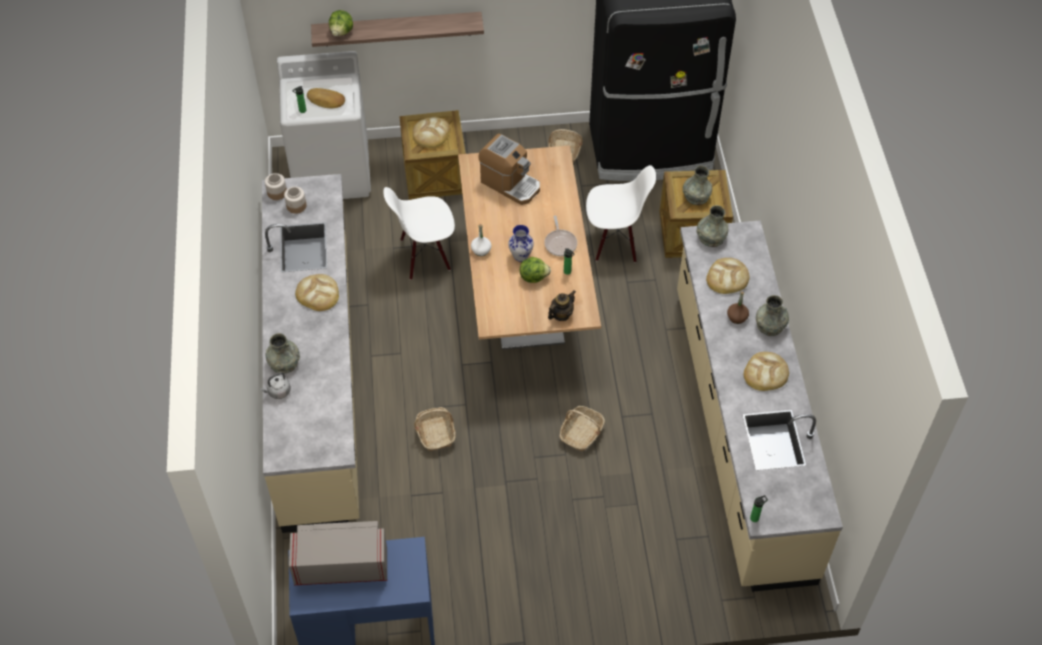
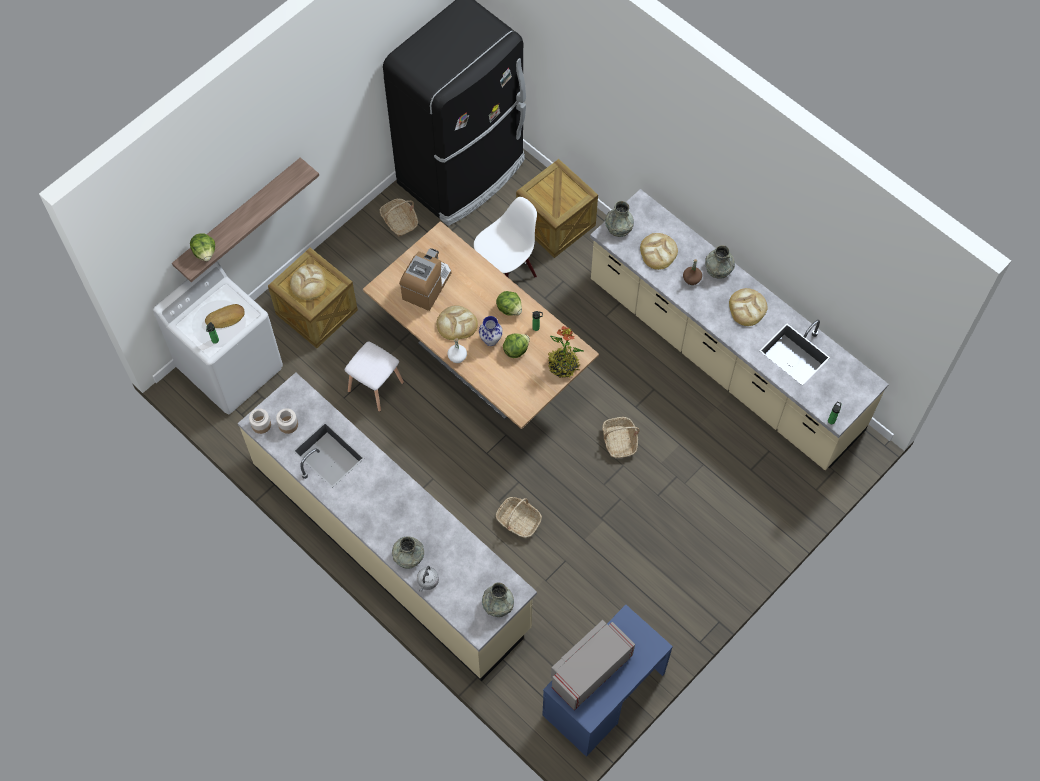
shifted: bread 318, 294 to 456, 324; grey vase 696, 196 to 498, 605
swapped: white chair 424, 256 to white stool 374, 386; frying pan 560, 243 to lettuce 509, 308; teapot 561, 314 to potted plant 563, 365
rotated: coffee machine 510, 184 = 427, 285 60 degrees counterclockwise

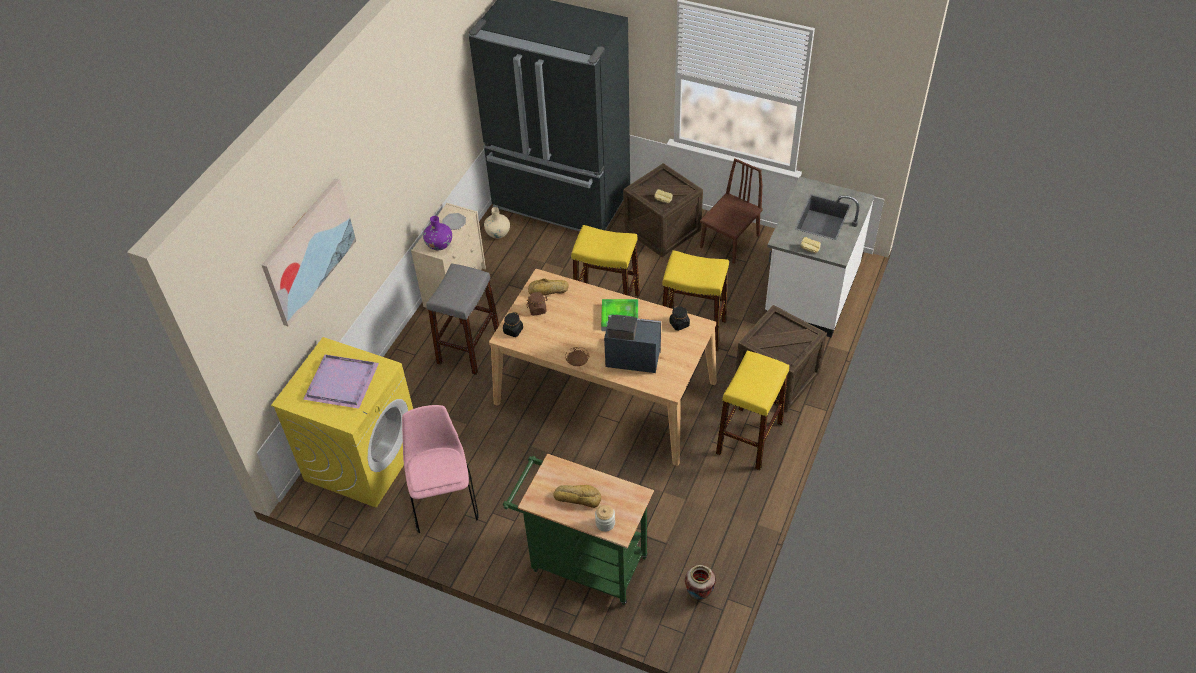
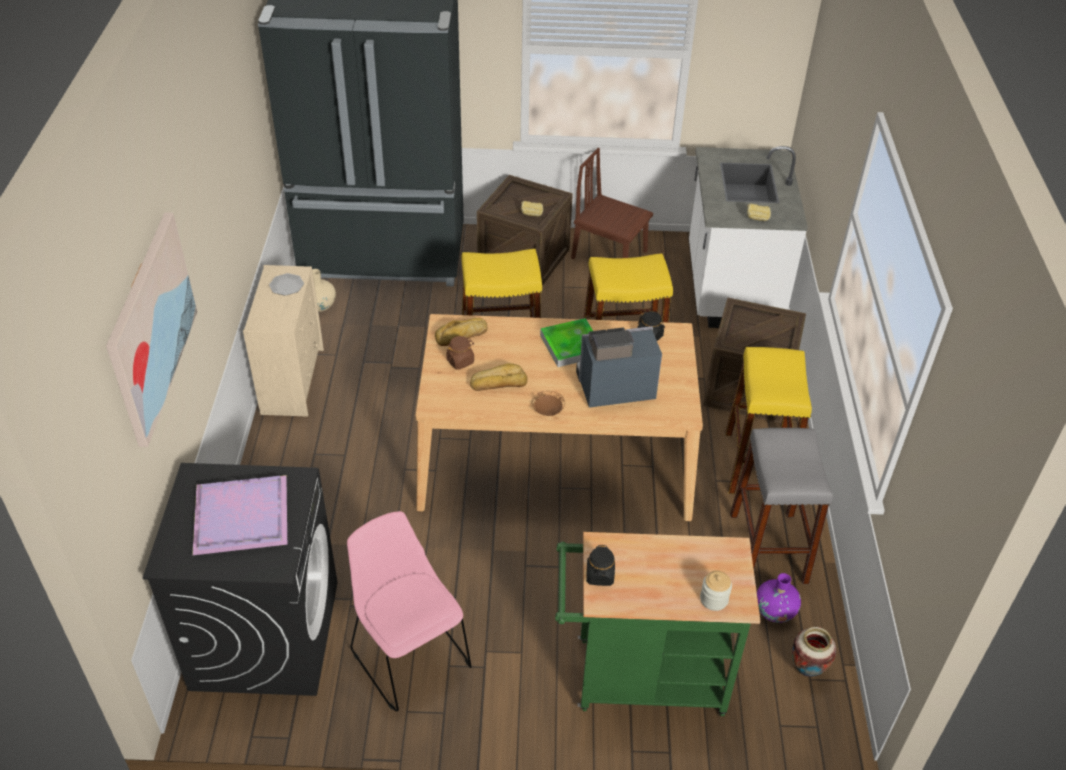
shifted: bread 577, 497 to 498, 382; black jar 513, 330 to 600, 575; grey stool 469, 347 to 768, 547; purple vase 439, 244 to 774, 611
repainted: yellow washing machine 363, 458 to black washing machine 265, 634
rotated: brown chair 729, 241 = 609, 254 75 degrees counterclockwise

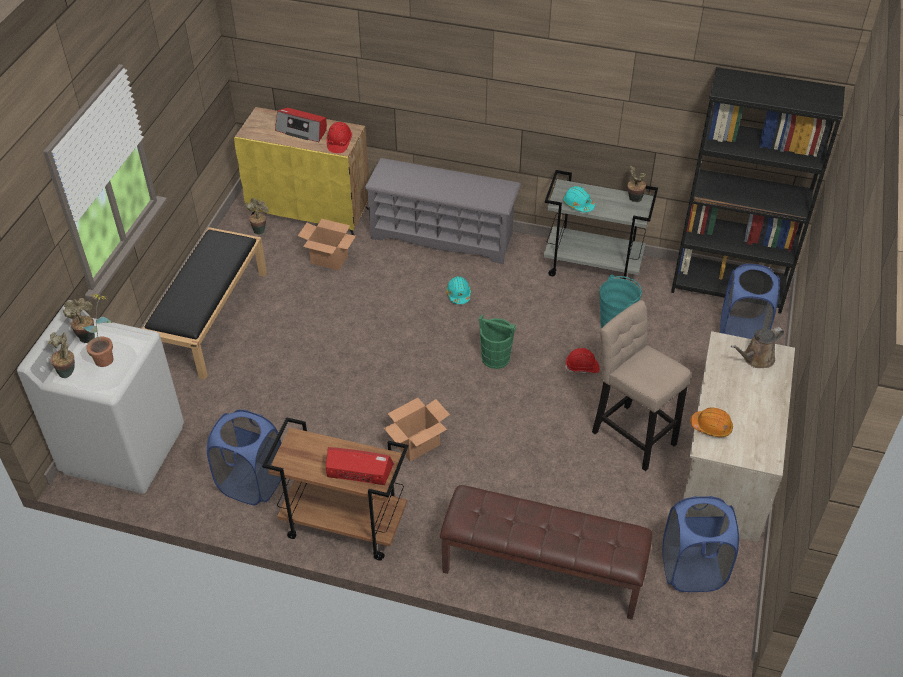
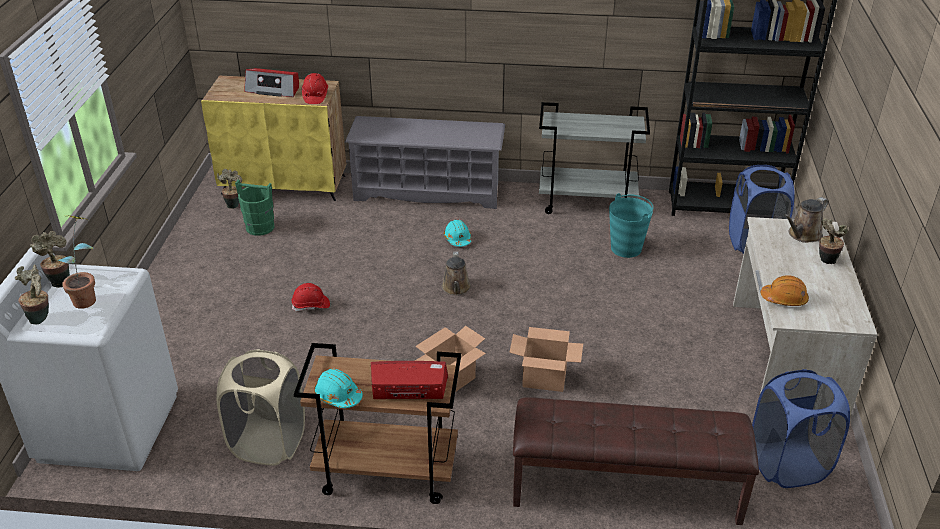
gone: black bench 210, 317; beige stool 631, 434
new: brown watering can 456, 288
shifted: green bucket 495, 358 to 260, 227; red hard hat 582, 367 to 311, 305; turquoise hard hat 578, 204 to 338, 395; cardboard box 329, 259 to 545, 379; potted plant 633, 199 to 825, 260
repainted: blue laundry basket 251, 483 to beige laundry basket 268, 443

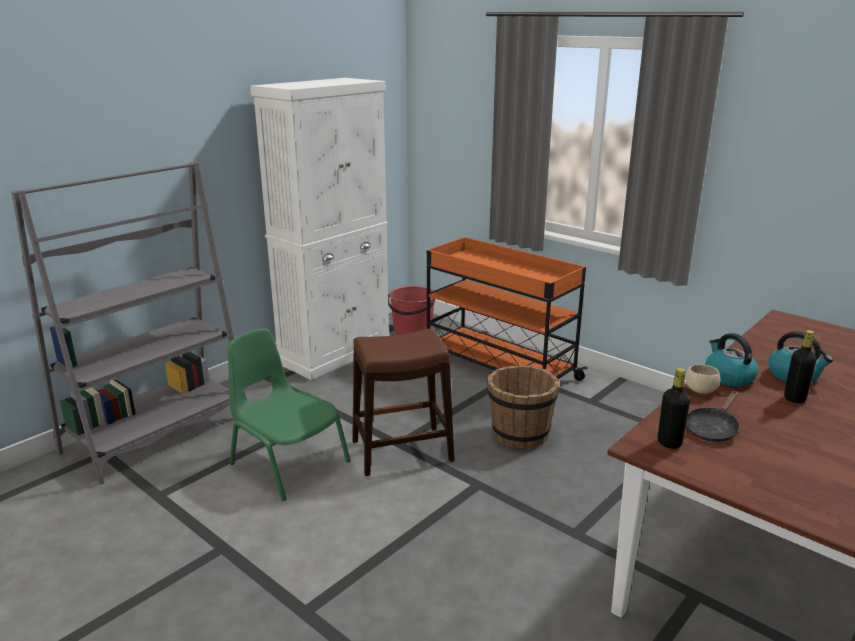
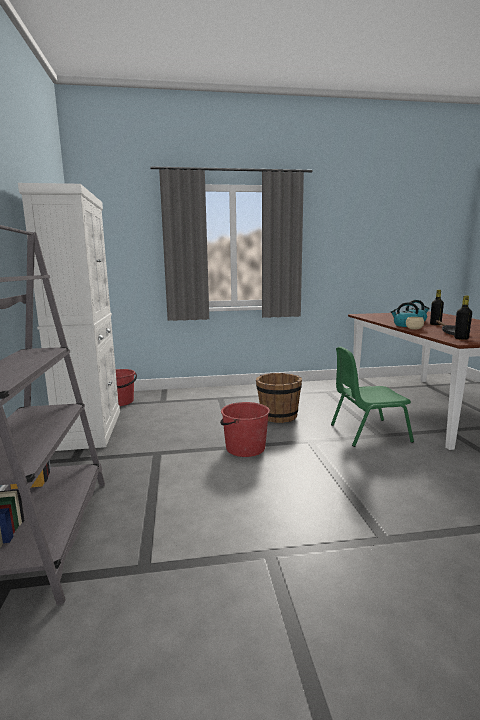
gone: orange cart 496, 367
shifted: green chair 288, 462 to 368, 433
swapped: brown stool 401, 450 to red bucket 244, 448

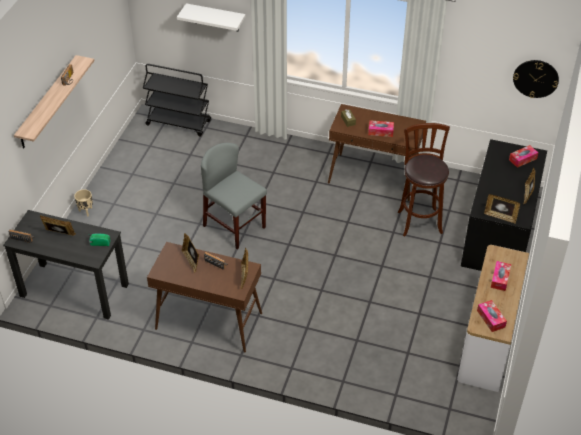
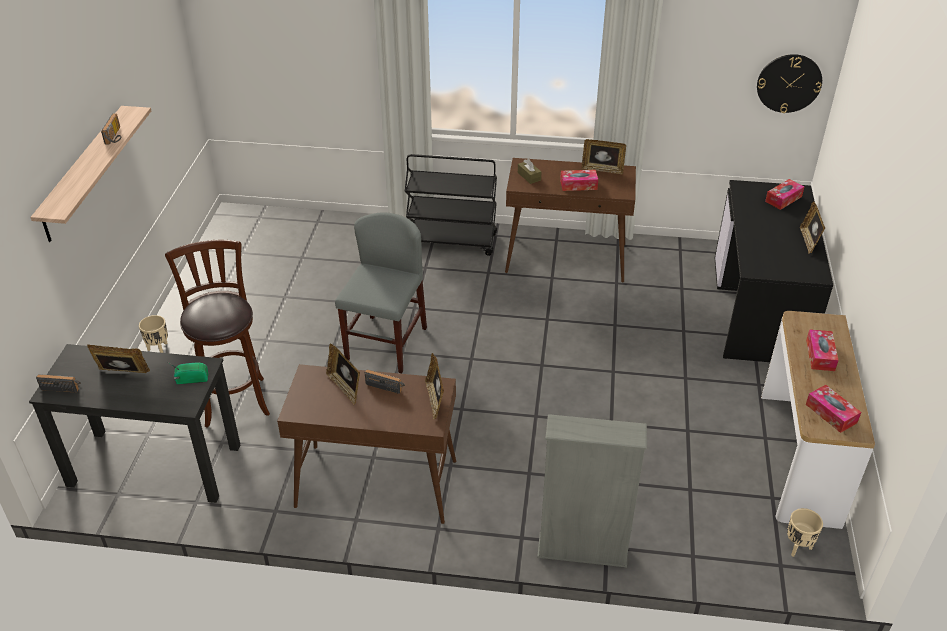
gone: white shelf 216, 17
new: grey bookcase 582, 550; beige planter 797, 546
shifted: brown stool 419, 220 to 234, 399; black cart 179, 123 to 452, 241; picture frame 500, 216 to 602, 169
rotated: grey chair 234, 226 = 386, 344 75 degrees clockwise

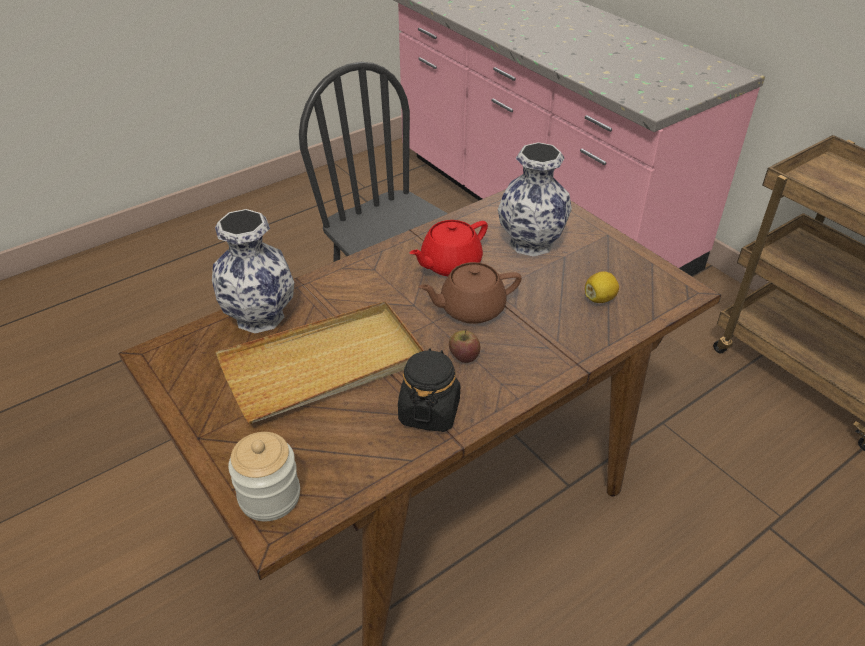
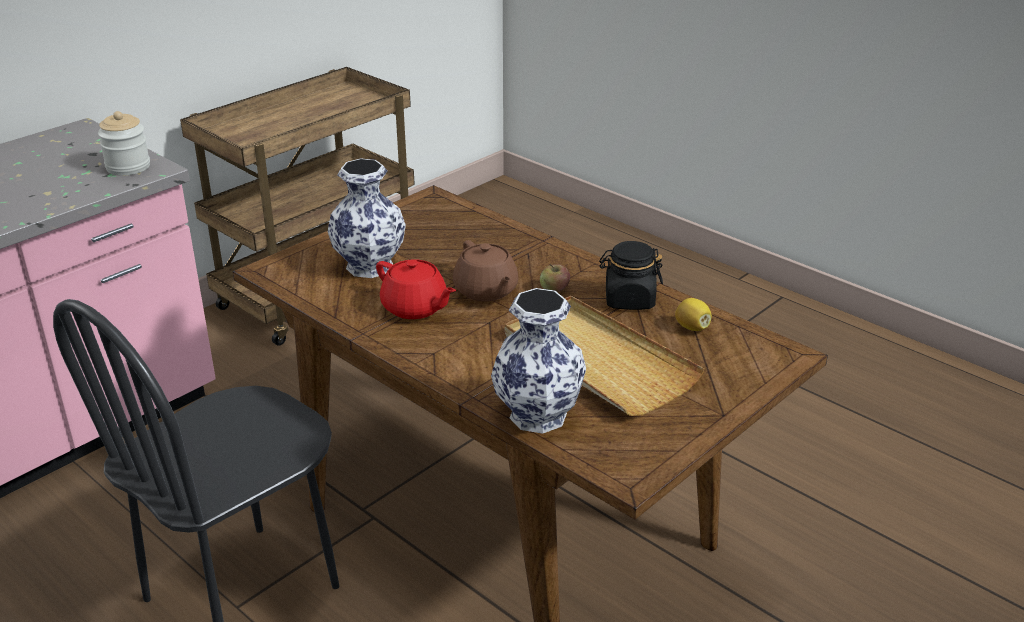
shifted: jar 269, 496 to 128, 167; lemon 599, 298 to 692, 327

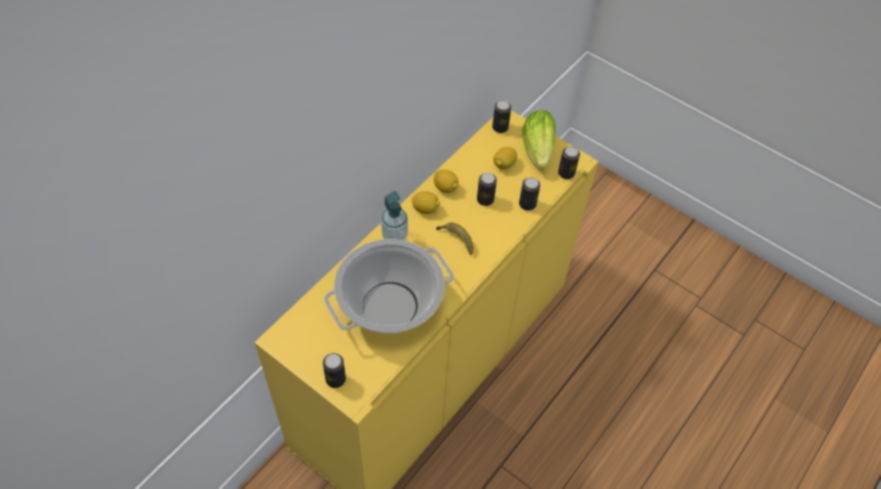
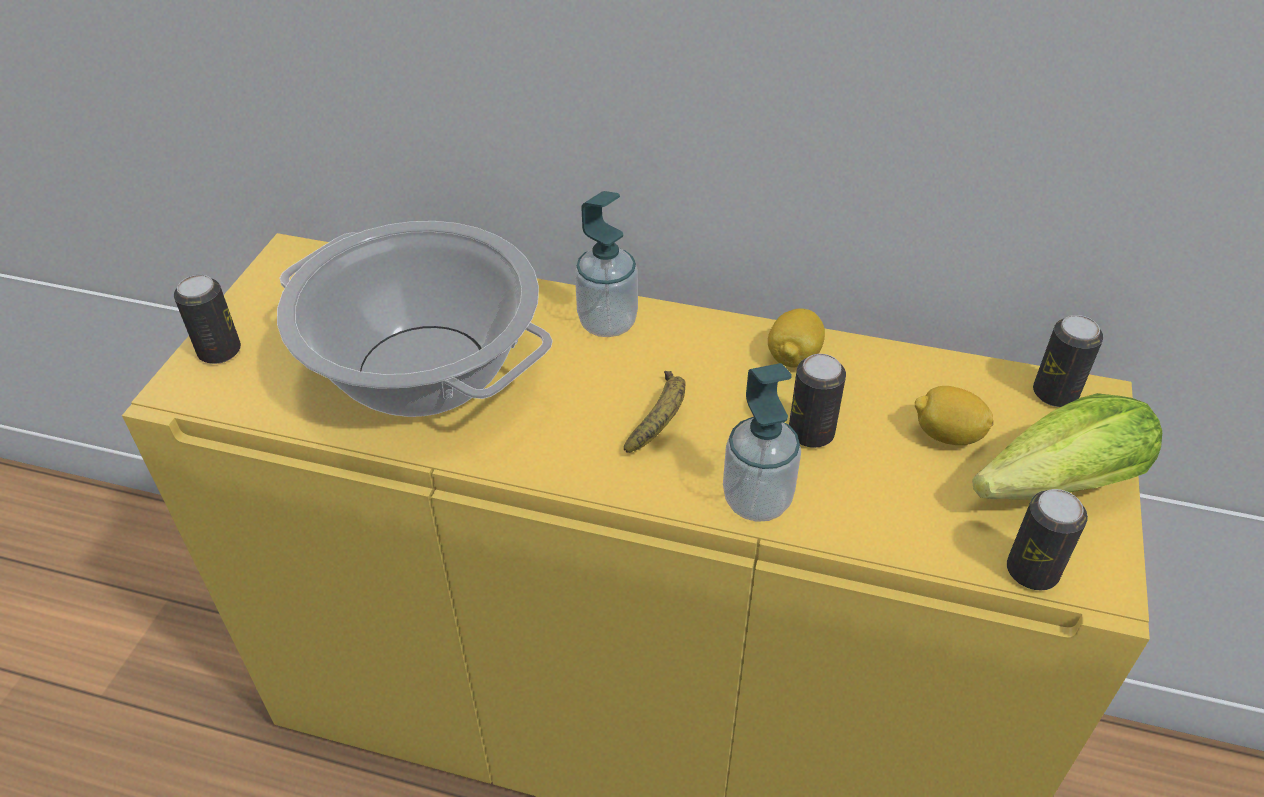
gone: lemon 425, 209; can 527, 204
new: soap dispenser 757, 500

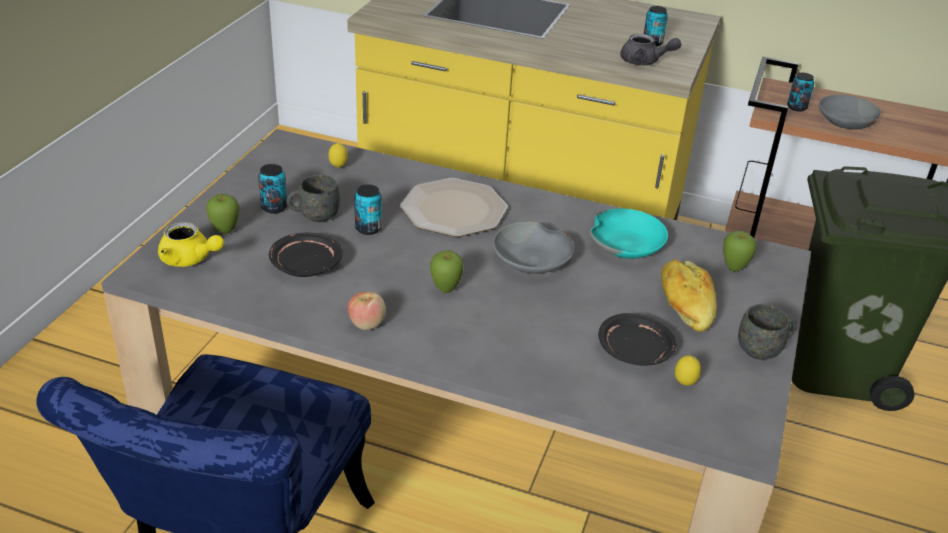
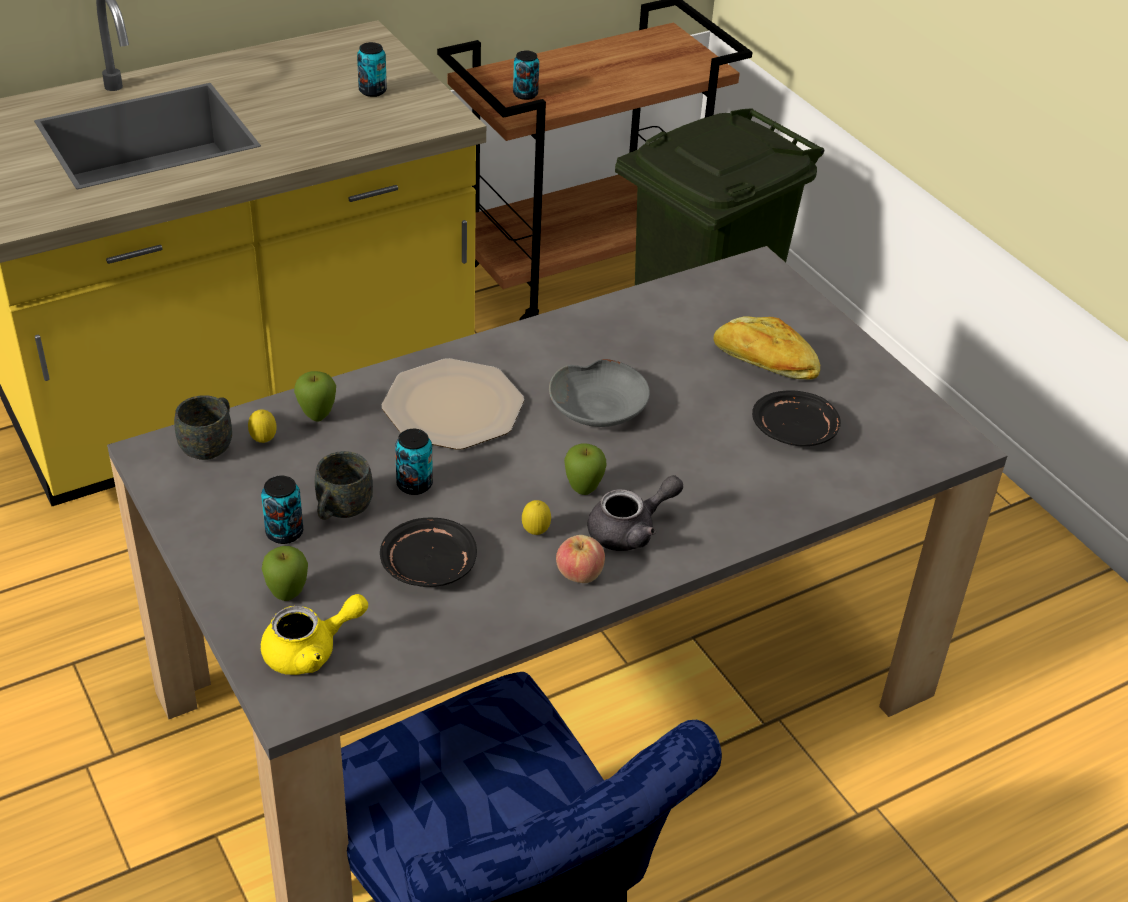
gone: turquoise bowl 626, 244; grey bowl 845, 121
shifted: grey mug 764, 349 to 210, 444; apple 734, 268 to 317, 417; lemon 684, 384 to 535, 533; grey teapot 644, 62 to 630, 530

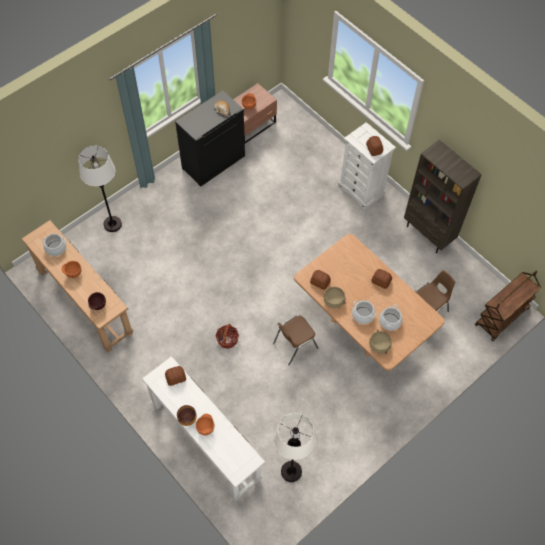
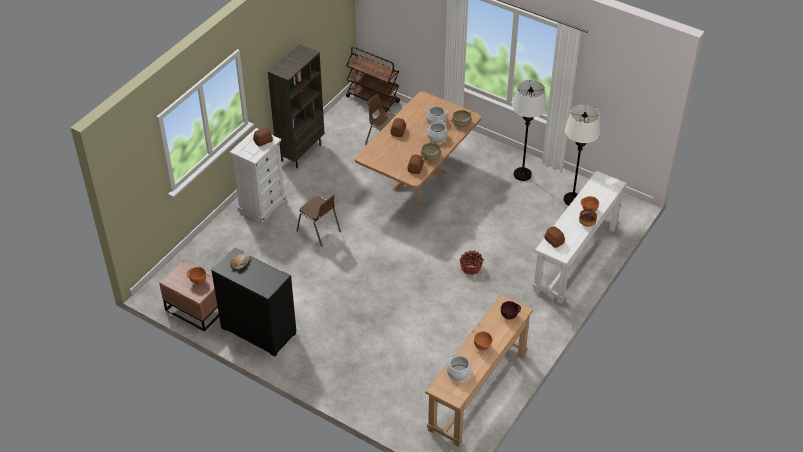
shifted: brown chair 294, 345 to 319, 231; white floor lamp 112, 224 to 522, 174

